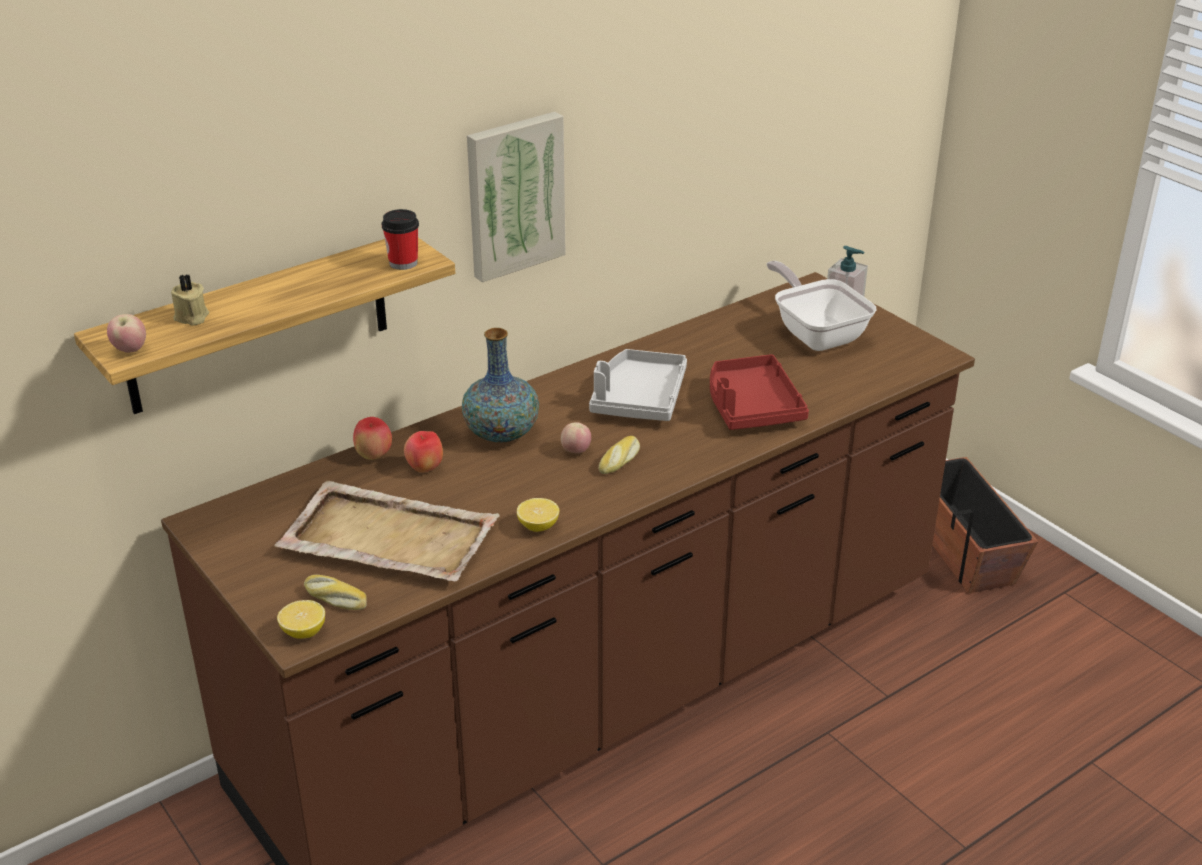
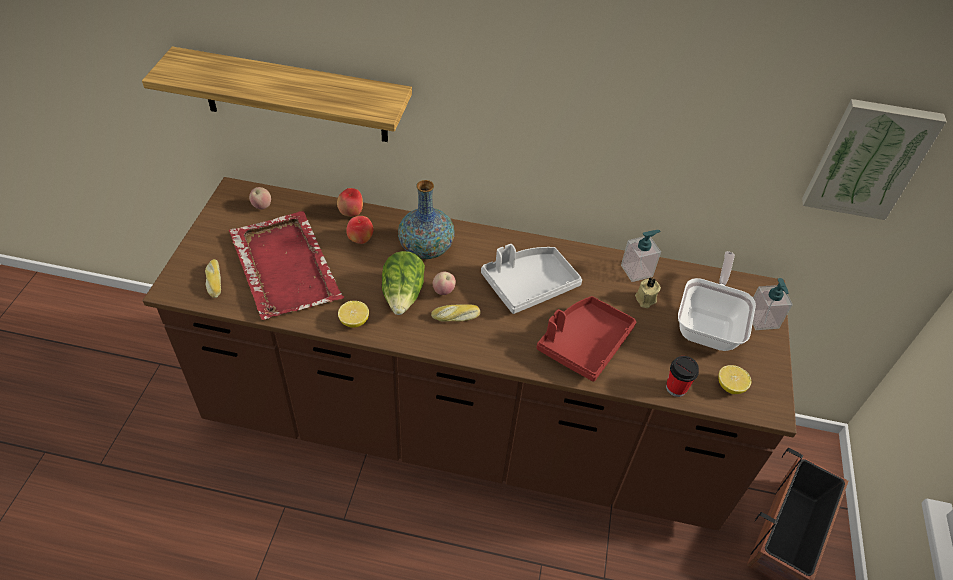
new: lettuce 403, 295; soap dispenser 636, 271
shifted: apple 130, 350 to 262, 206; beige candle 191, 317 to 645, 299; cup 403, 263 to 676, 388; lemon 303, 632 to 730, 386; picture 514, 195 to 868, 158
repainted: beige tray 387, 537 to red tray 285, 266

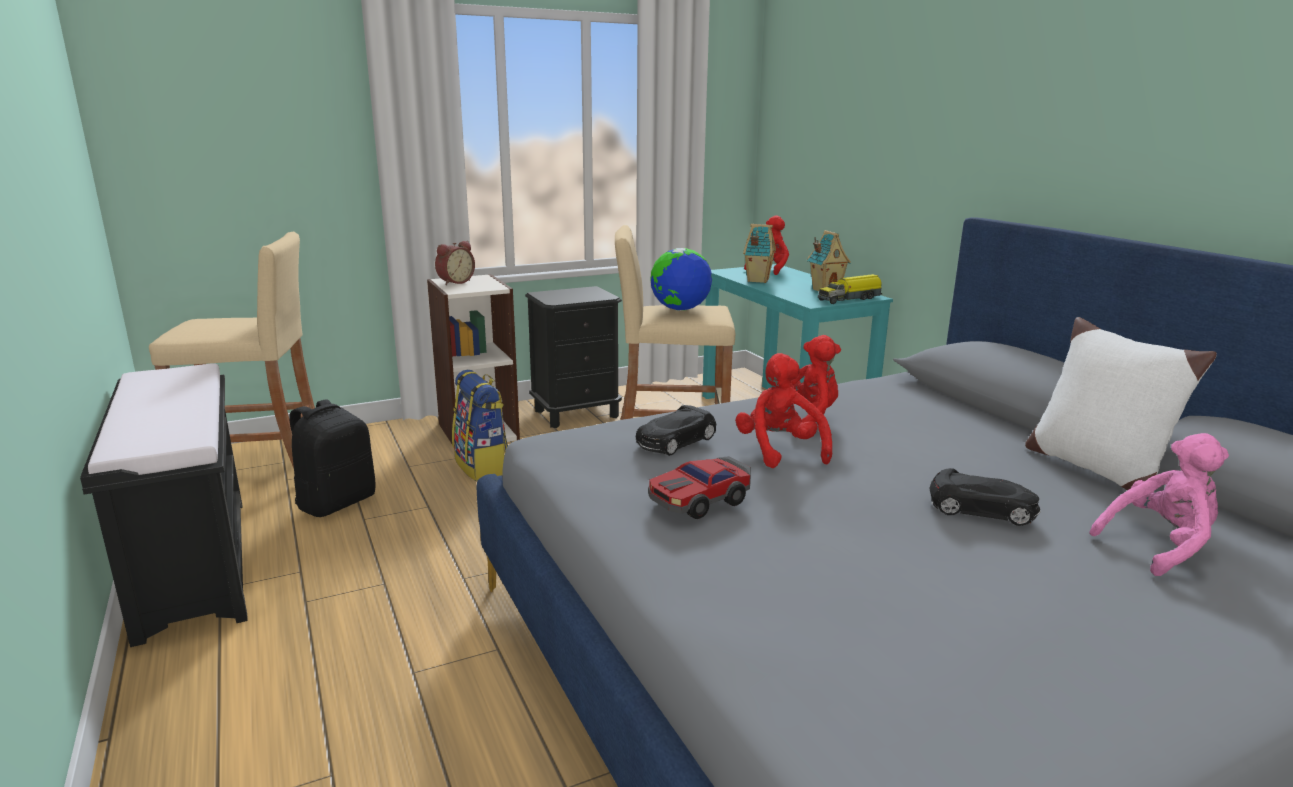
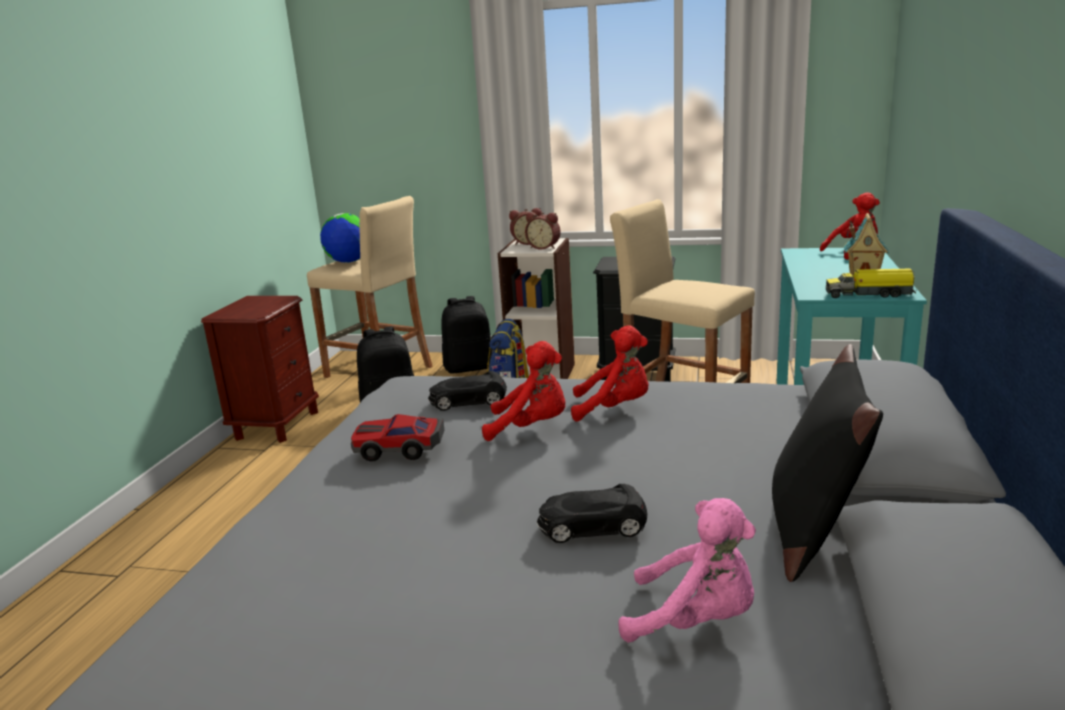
gone: toy house 757, 280
new: black backpack 469, 368; alarm clock 544, 247
shifted: globe 680, 309 to 349, 262
swapped: black bench 193, 564 to brown nightstand 277, 425
repainted: white pillow 1094, 469 to black pillow 813, 531
rotated: red plush toy 779, 450 = 531, 428 75 degrees clockwise; black toy car 982, 510 = 591, 526 120 degrees clockwise

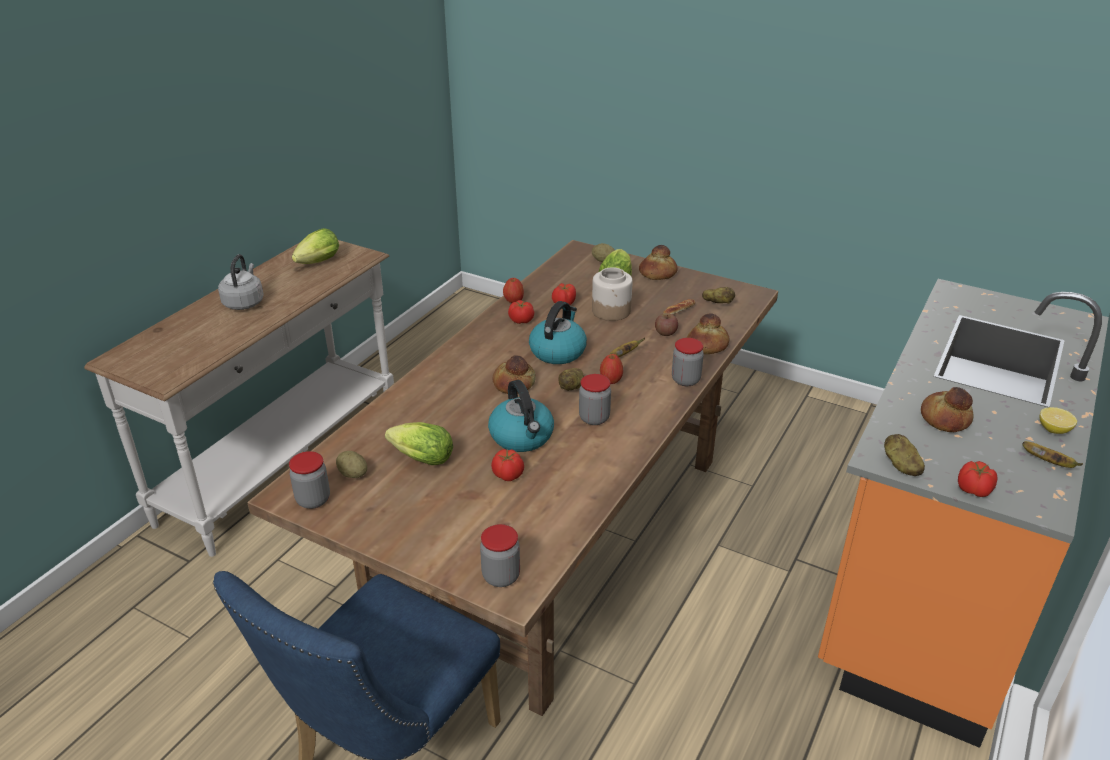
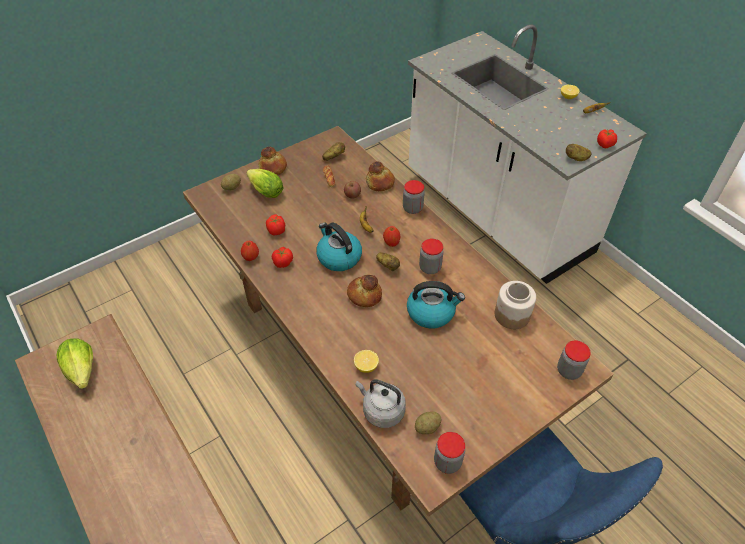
gone: lettuce 419, 458; tomato 508, 475; bread 944, 418
new: lemon 366, 366
shifted: grey kettle 244, 302 to 381, 411; jar 611, 311 to 511, 314
repainted: orange counter 928, 585 to white counter 495, 213

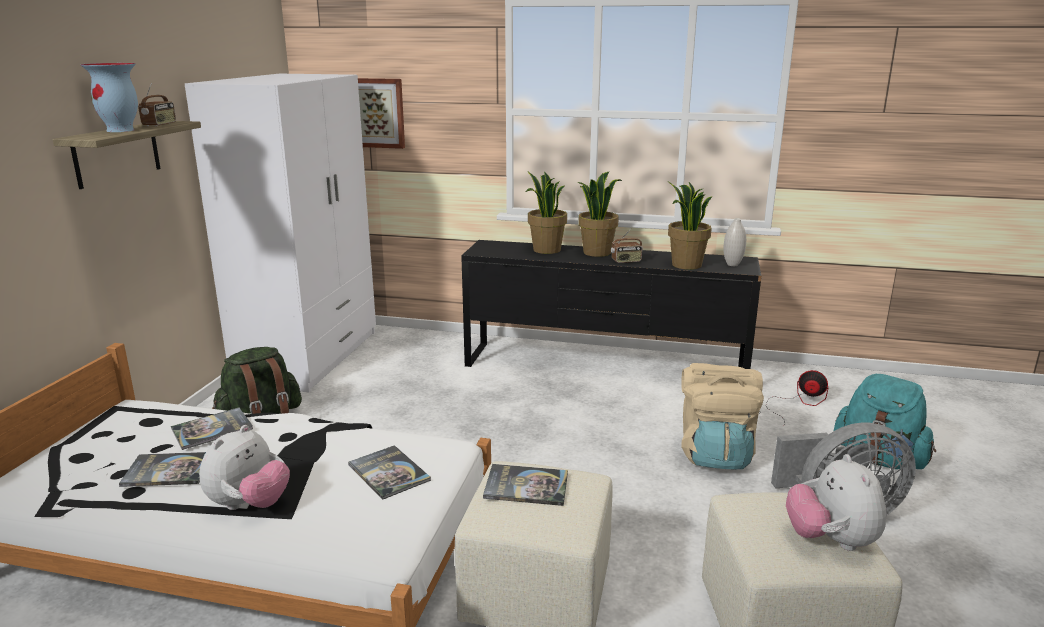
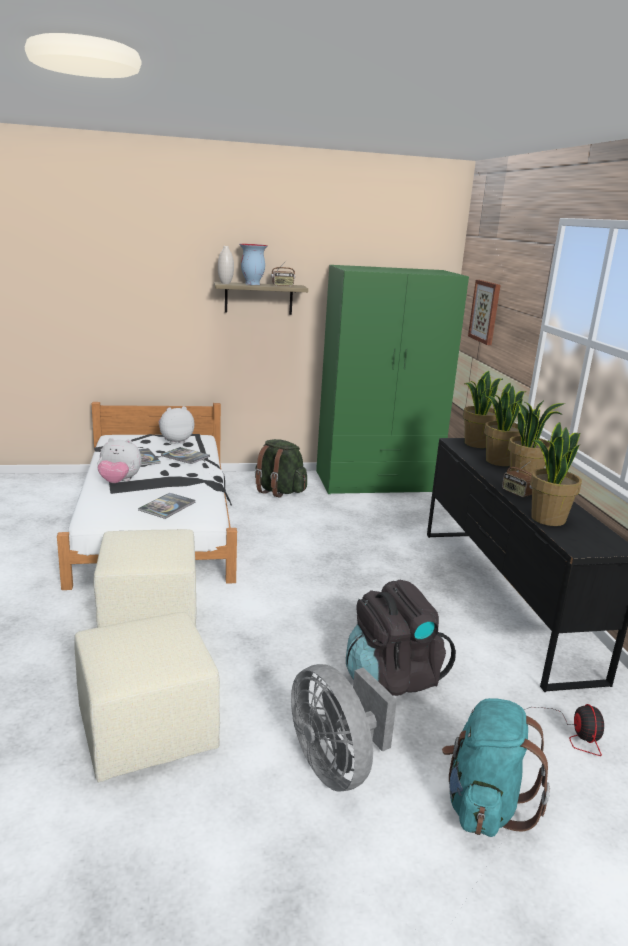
gone: book 526, 486
new: potted plant 476, 444
shifted: plush toy 830, 540 to 175, 441; white vase 732, 264 to 225, 283
repainted: white wardrobe 310, 356 to green wardrobe 377, 482; beige backpack 715, 454 to black backpack 392, 678

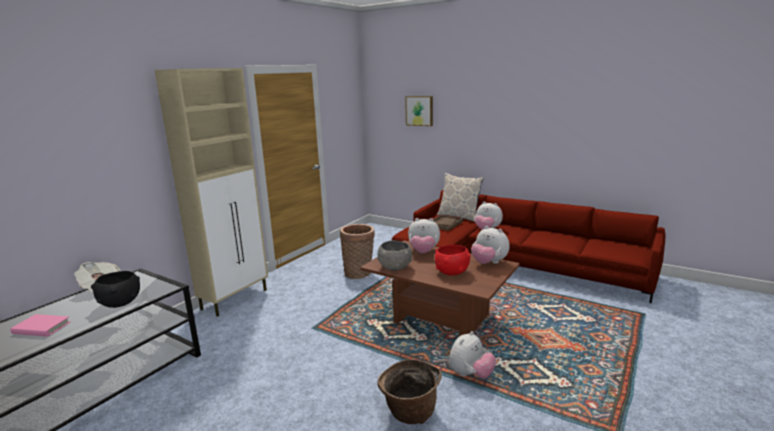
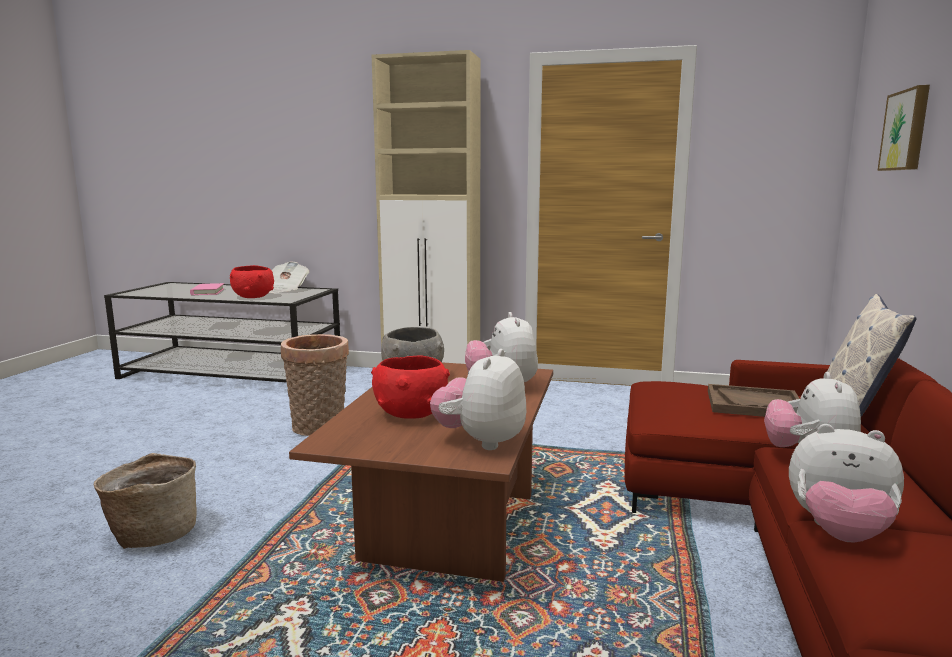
shifted: basket 359, 273 to 319, 428; plush toy 471, 375 to 839, 533
repainted: black bowl 121, 303 to red bowl 253, 297

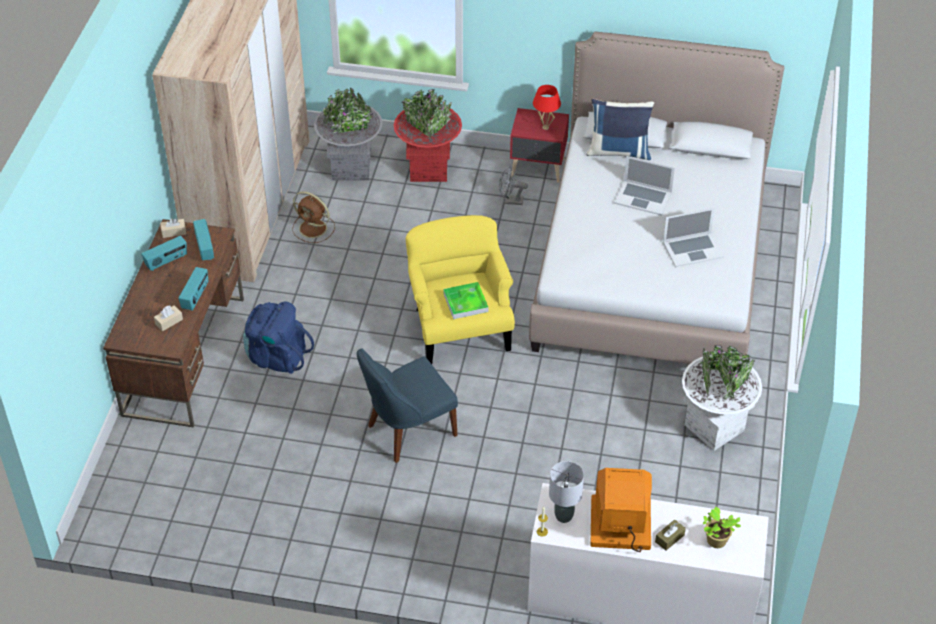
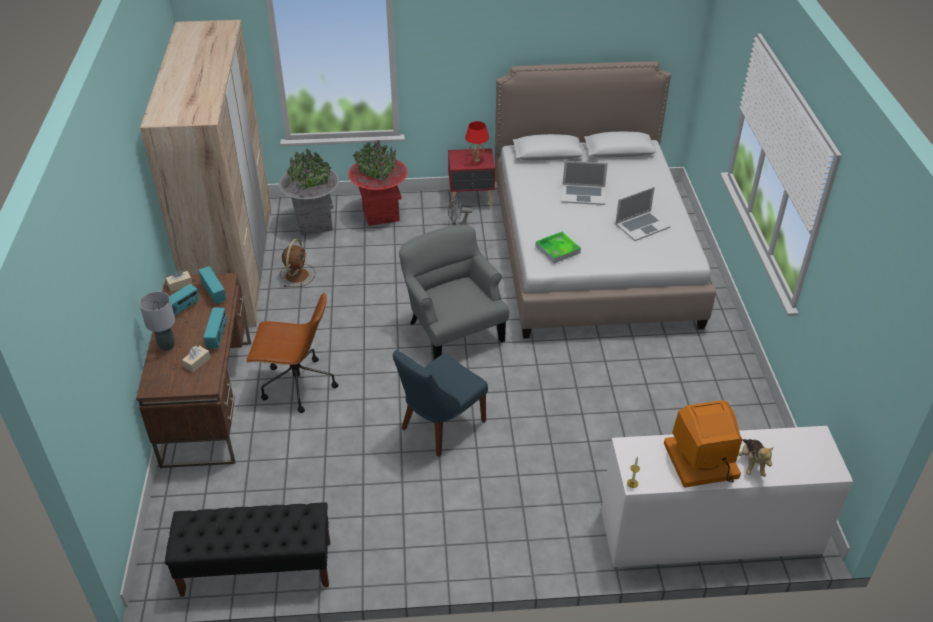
gone: blue pillow 619, 151; white planter 714, 428; potted plant 716, 542
new: black bench 256, 568
shifted: grey table lamp 563, 516 to 166, 346; tray 465, 303 to 557, 249
swapped: blue backpack 277, 357 to brown office chair 297, 385; brown tissue box 669, 538 to plush toy 751, 464
repainted: yellow armchair 459, 327 to grey armchair 453, 331
rotated: brown fan 314, 229 = 297, 275 90 degrees counterclockwise

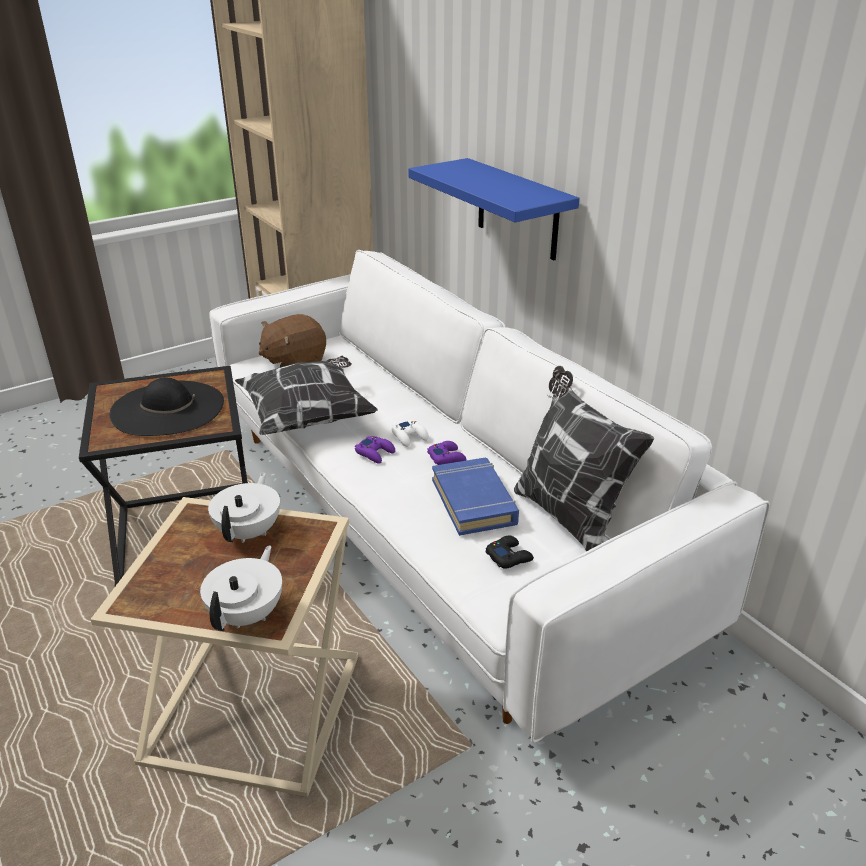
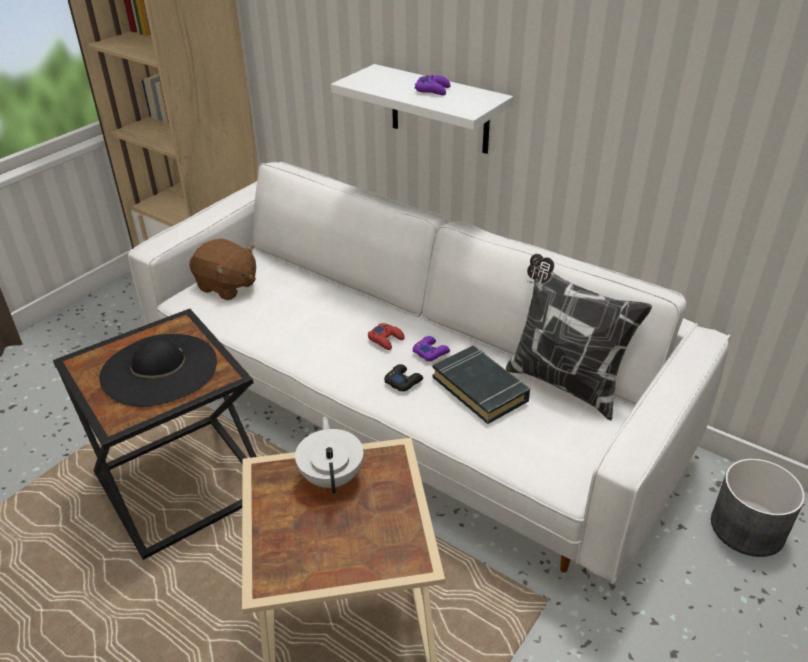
gone: white teapot 248, 614; pillow 308, 417
new: grey planter 746, 527
shifted: black game controller 509, 556 to 403, 381; purple game controller 375, 453 to 433, 90
repainted: blue shelf 517, 209 to white shelf 439, 110; white game controller 410, 437 to red game controller 386, 339; blue book 474, 501 to black book 480, 388
rotated: brown plush toy 294, 362 = 227, 286 90 degrees counterclockwise

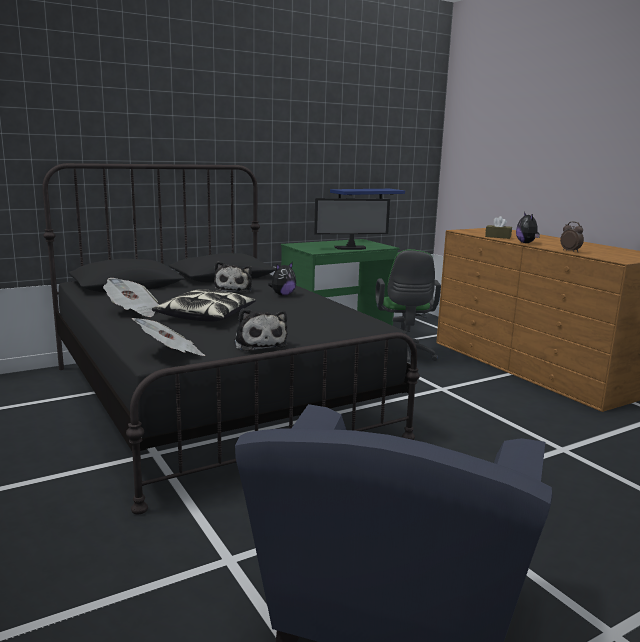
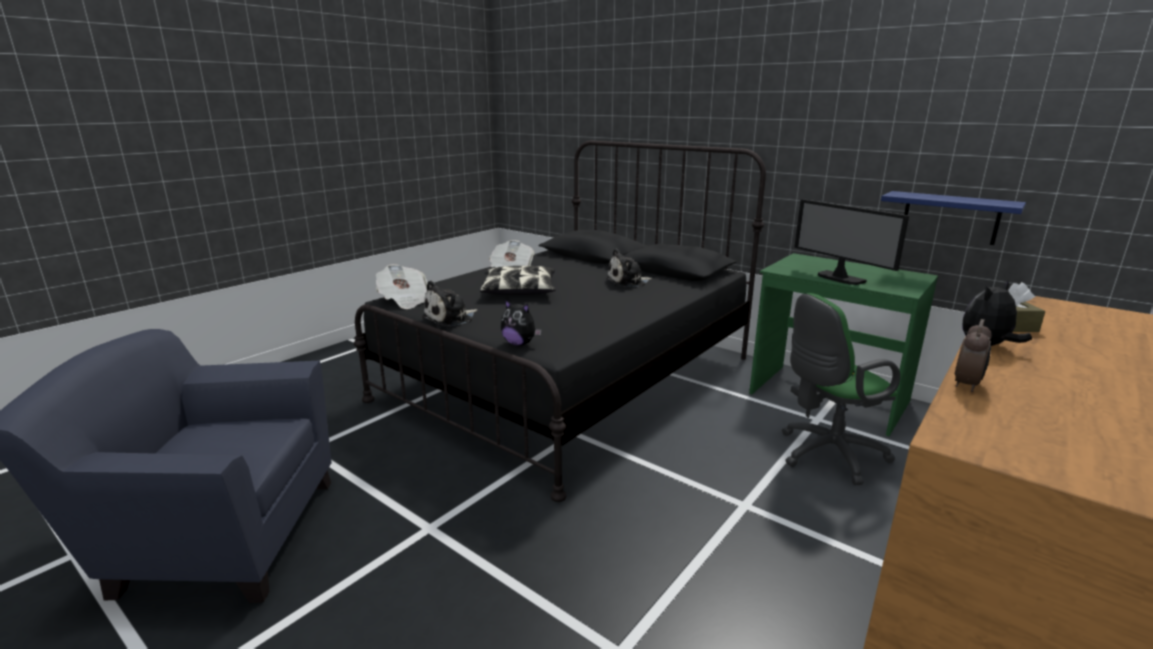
shifted: plush toy 282, 295 to 520, 343

